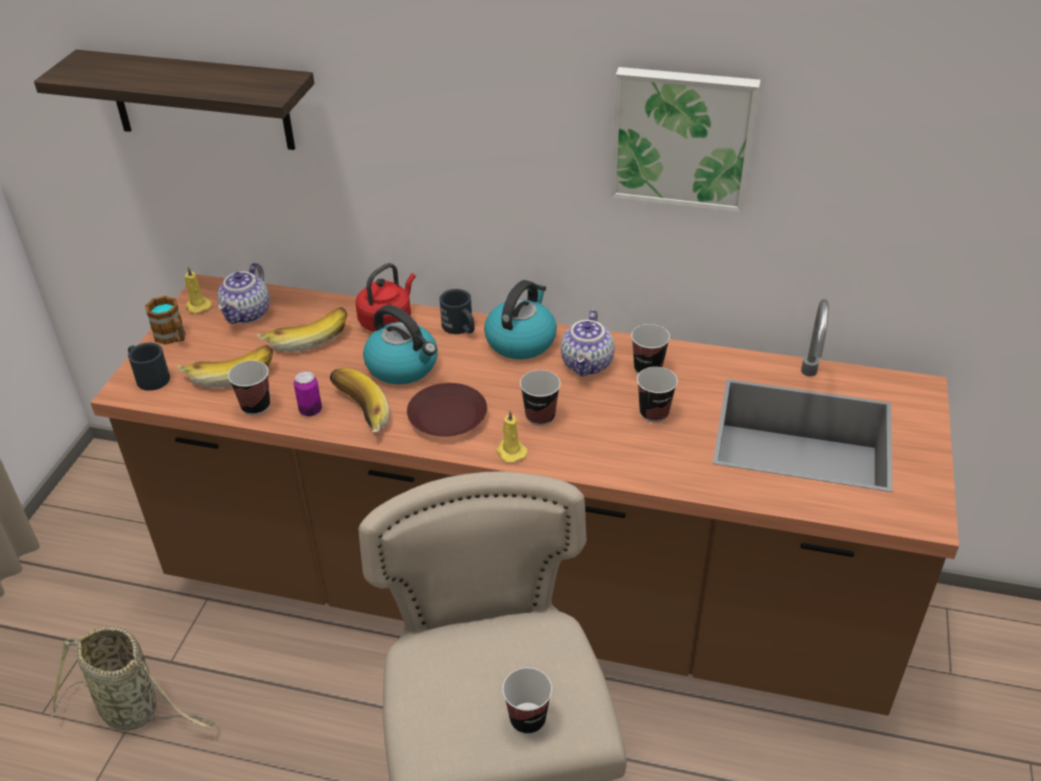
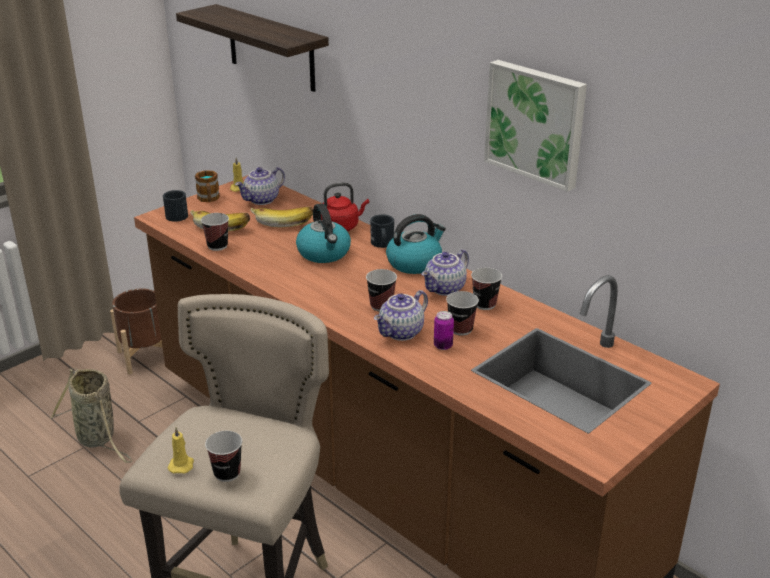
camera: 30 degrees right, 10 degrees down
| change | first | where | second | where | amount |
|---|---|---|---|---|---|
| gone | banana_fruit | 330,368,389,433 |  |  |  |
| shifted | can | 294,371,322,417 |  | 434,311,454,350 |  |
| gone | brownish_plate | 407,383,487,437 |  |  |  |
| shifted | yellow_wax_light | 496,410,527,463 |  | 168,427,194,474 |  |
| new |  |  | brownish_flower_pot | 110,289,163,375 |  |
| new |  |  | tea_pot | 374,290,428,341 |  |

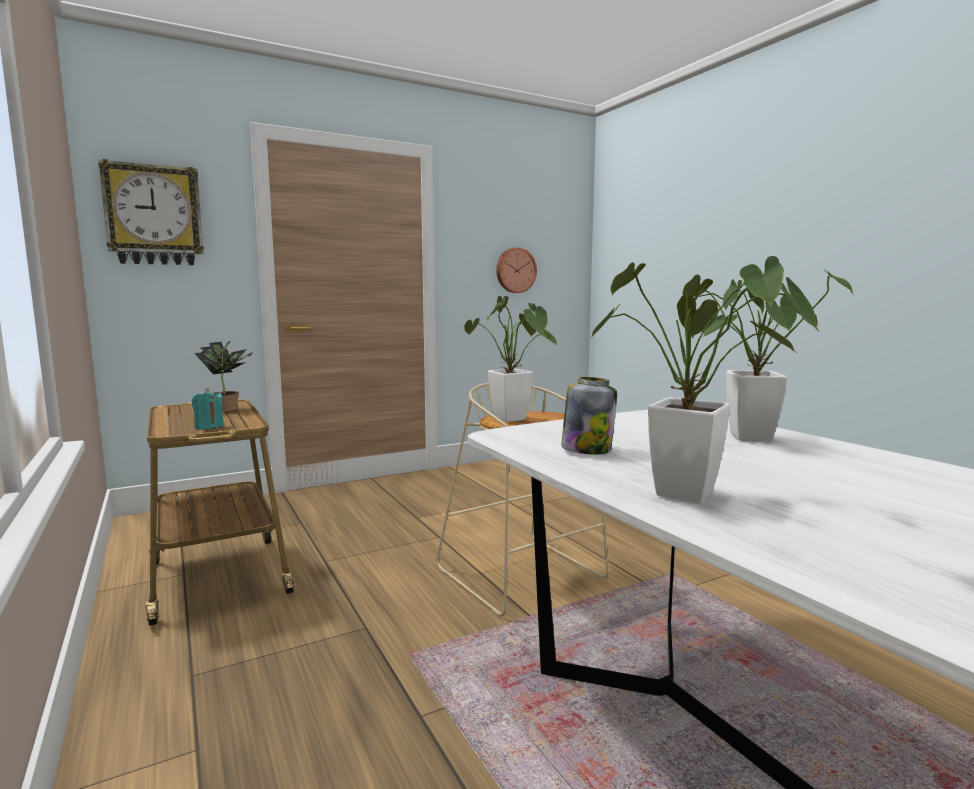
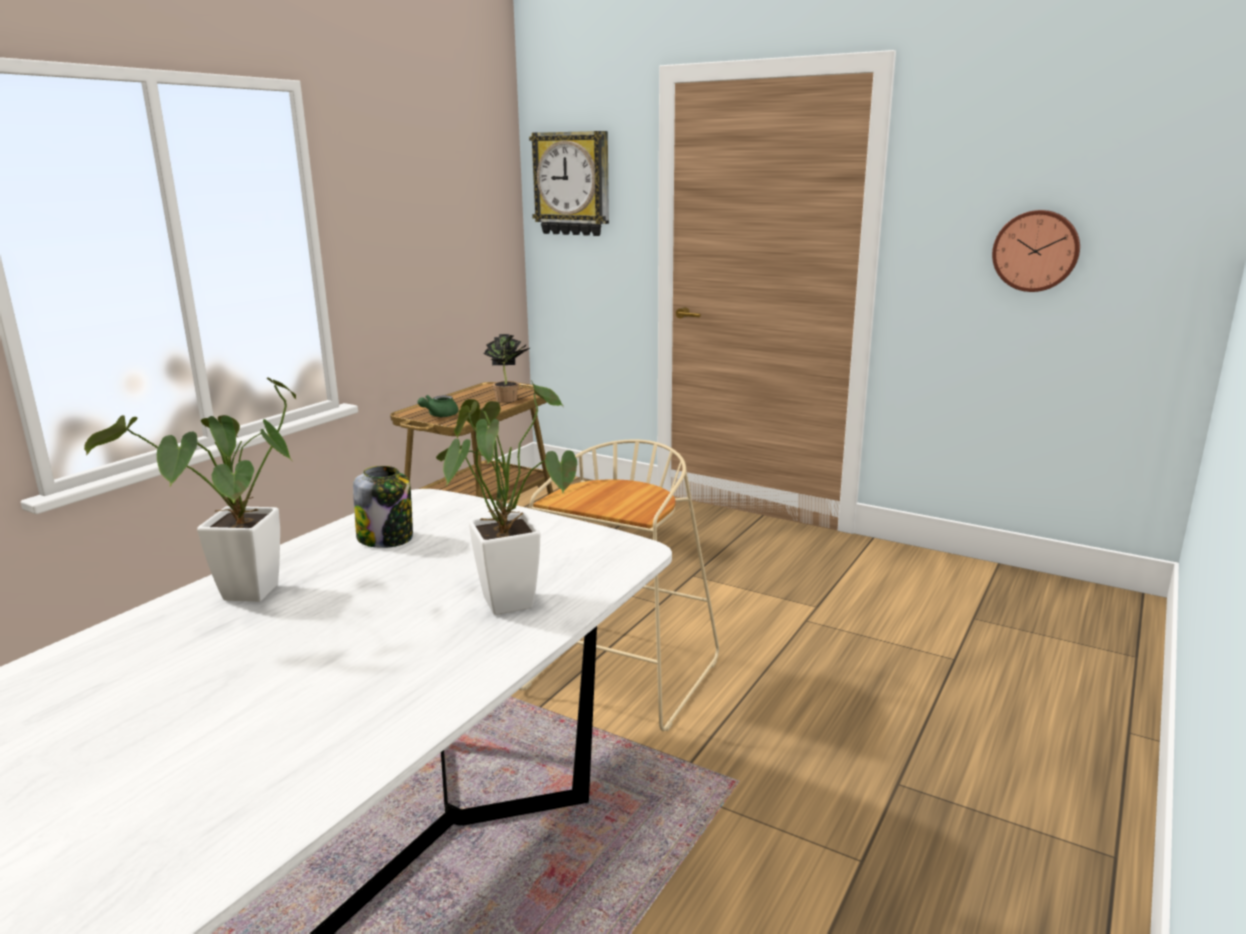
camera: 60 degrees right, 10 degrees up
| change | first | where | second | where | amount |
|---|---|---|---|---|---|
| gone | potted_plant | 465,296,558,422 |  |  |  |
| swapped | turquoise_wax_light | 192,388,224,430 | green-coloured_tea_pot | 418,395,459,417 |  |

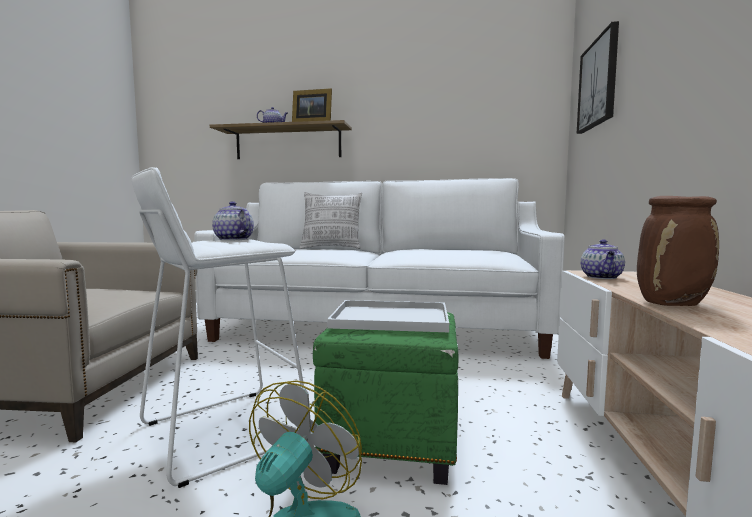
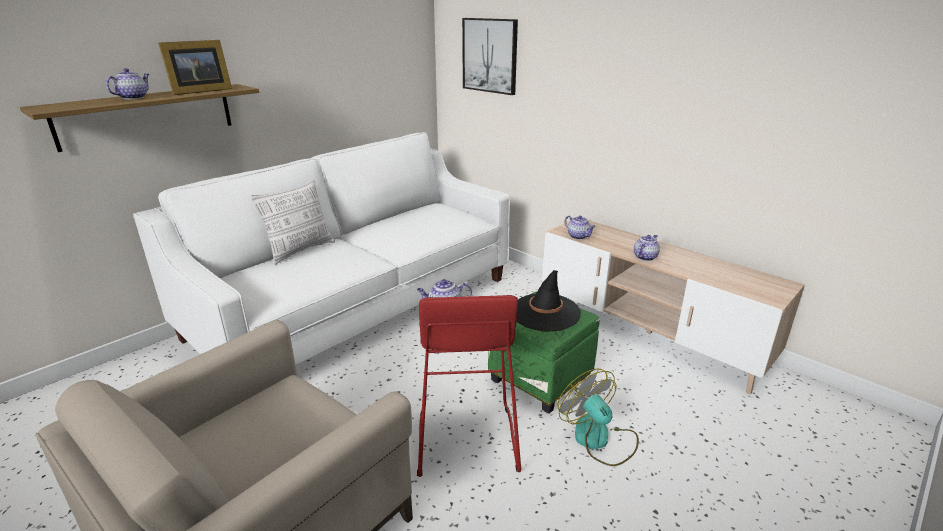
camera: 55 degrees left, 20 degrees up
| change | first | where | second | where | amount |
|---|---|---|---|---|---|
| repainted | whitish_sitting_stool | 132,167,304,488 | red-coloured_sitting_stool | 417,295,521,477 |  |
| swapped | brownish_decorative_vase | 637,196,719,306 | tea_pot | 634,235,660,261 |  |
| swapped | whitish_tray | 327,300,449,332 | black_hat | 516,270,581,332 |  |

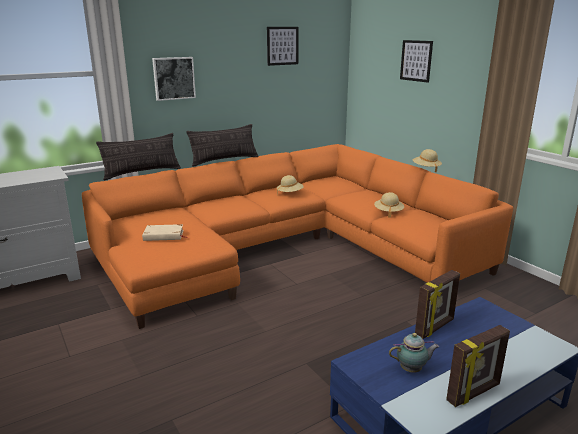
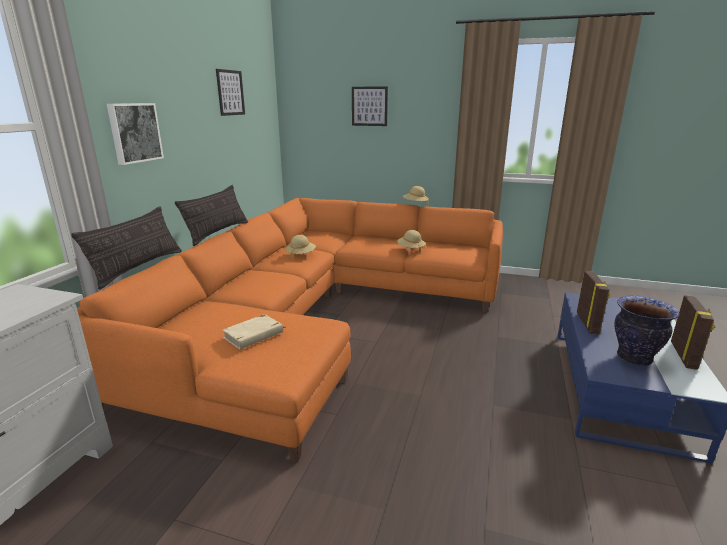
camera: 40 degrees left, 0 degrees up
| change | first | where | second | where | amount |
|---|---|---|---|---|---|
| swapped | tea_pot | 389,333,439,373 | decorative_vase | 614,296,680,366 |  |

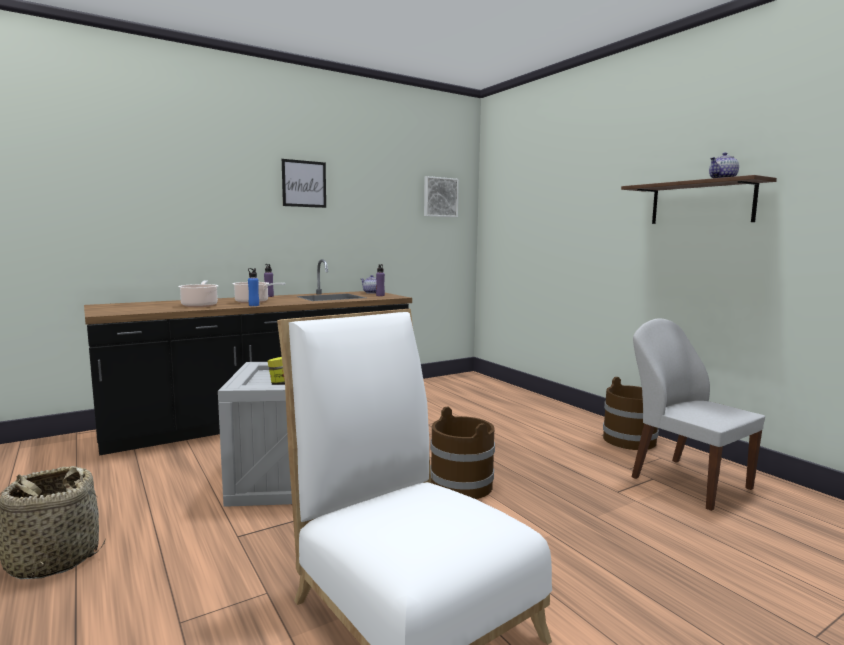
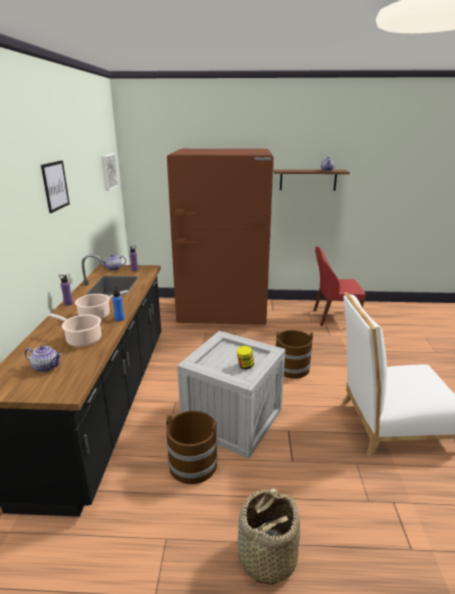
camera: 55 degrees left, 15 degrees up
| change | first | where | second | where | amount |
|---|---|---|---|---|---|
| repainted | whitish_chair | 631,318,765,511 | red-coloured_chair | 314,246,366,326 |  |
| shifted | brownish_pail | 603,377,659,450 |  | 166,411,218,484 |  |
| new |  |  | brownish_fridge | 167,149,274,325 |  |
| new |  |  | tea_pot | 25,346,62,372 |  |

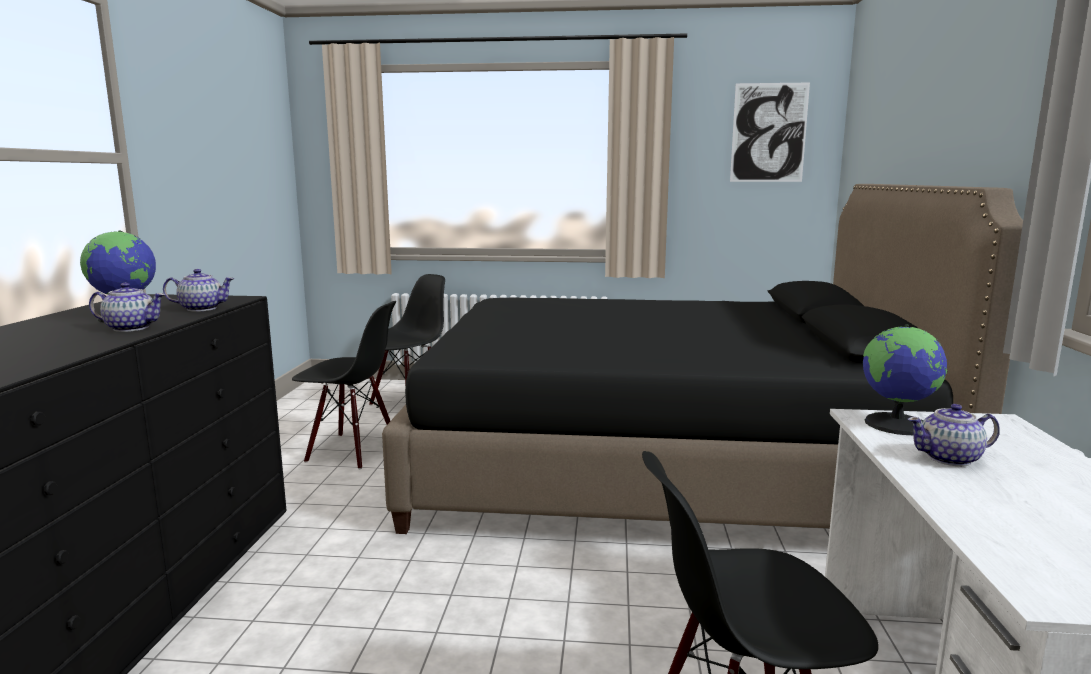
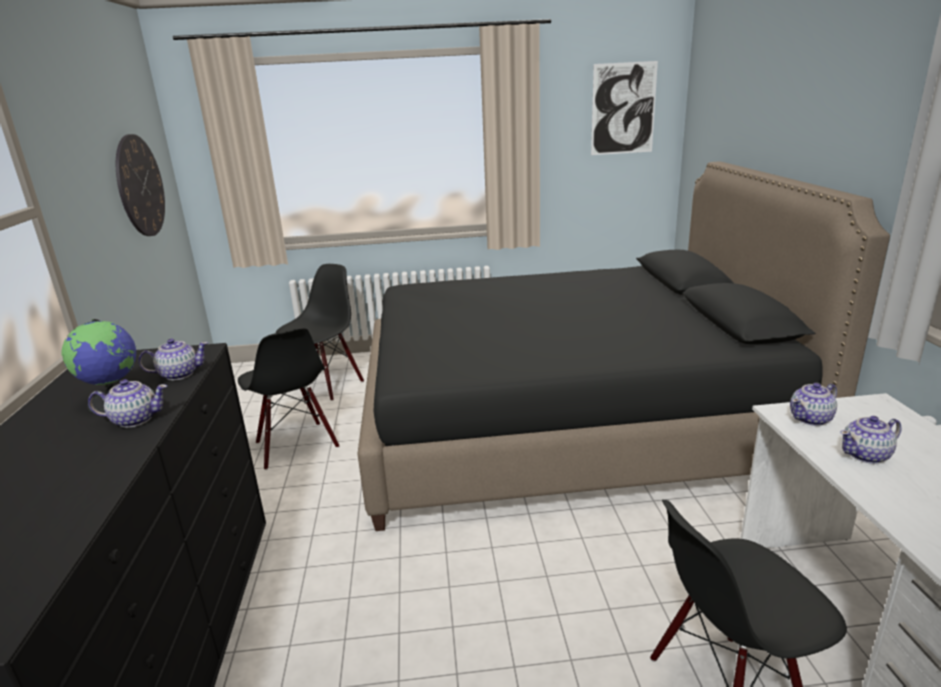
camera: 10 degrees left, 10 degrees up
| change | first | where | second | where | amount |
|---|---|---|---|---|---|
| rotated | black_chair | 292,301,396,469 |  | 238,328,339,470 | 60 degrees clockwise |
| swapped | desk_globe | 863,324,948,435 | tea_pot | 790,383,837,426 |  |
| new |  |  | hanging_clock | 116,134,165,236 |  |

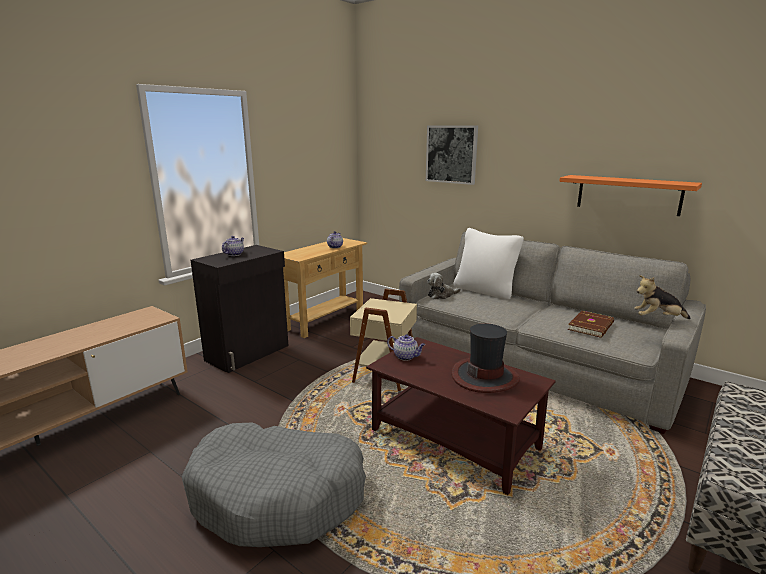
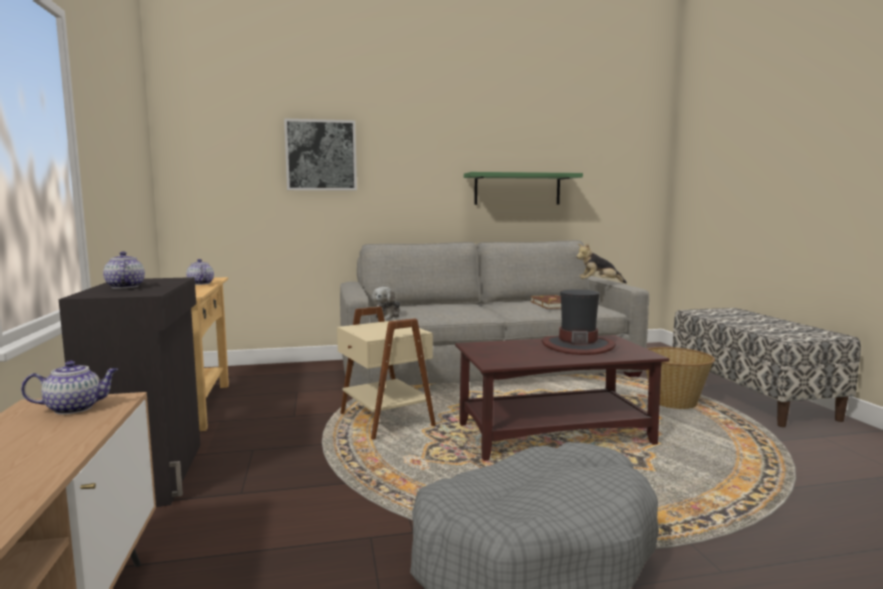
camera: 50 degrees left, 10 degrees down
| change | first | where | second | where | amount |
|---|---|---|---|---|---|
| repainted | orangey_bracket_shelf | 559,175,702,216 | green-coloured_bracket_shelf | 464,172,583,205 |  |
| gone | whitish_cushion | 454,228,524,299 |  |  |  |
| rotated | cuddly_toy | 634,275,691,319 |  | 576,243,627,283 | 45 degrees clockwise |
| shifted | tea_pot | 387,335,425,361 |  | 21,361,118,414 |  |
| new |  |  | household_basket | 646,347,715,409 |  |

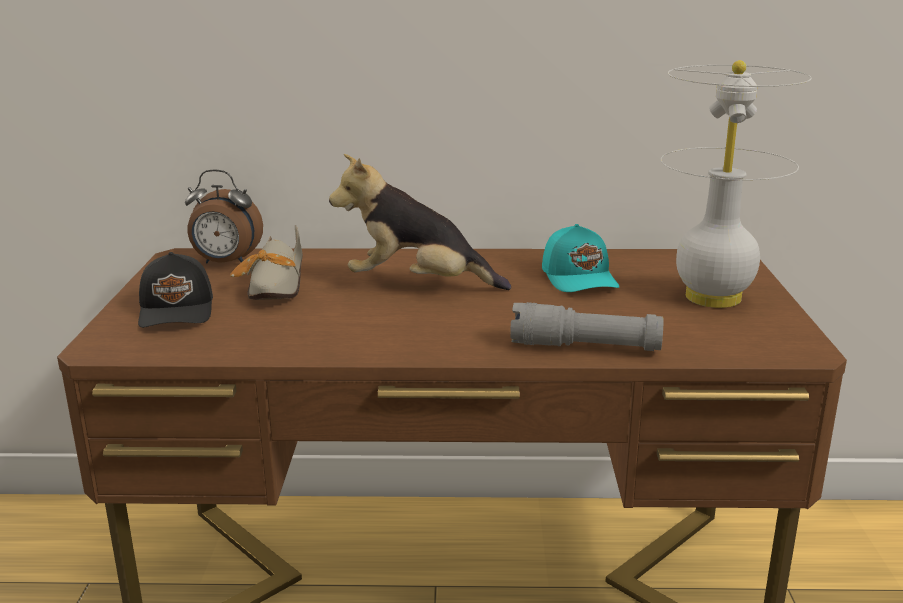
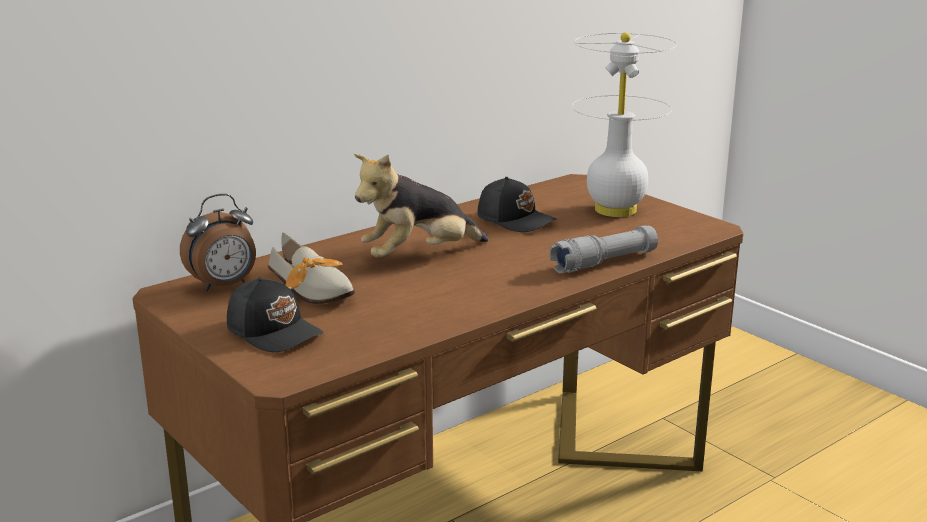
camera: 40 degrees left, 0 degrees up
| change | first | where | second | where | amount |
|---|---|---|---|---|---|
| repainted | turquoise_peaked_cap | 542,224,619,292 | black_peaked_cap | 477,177,557,232 |  |

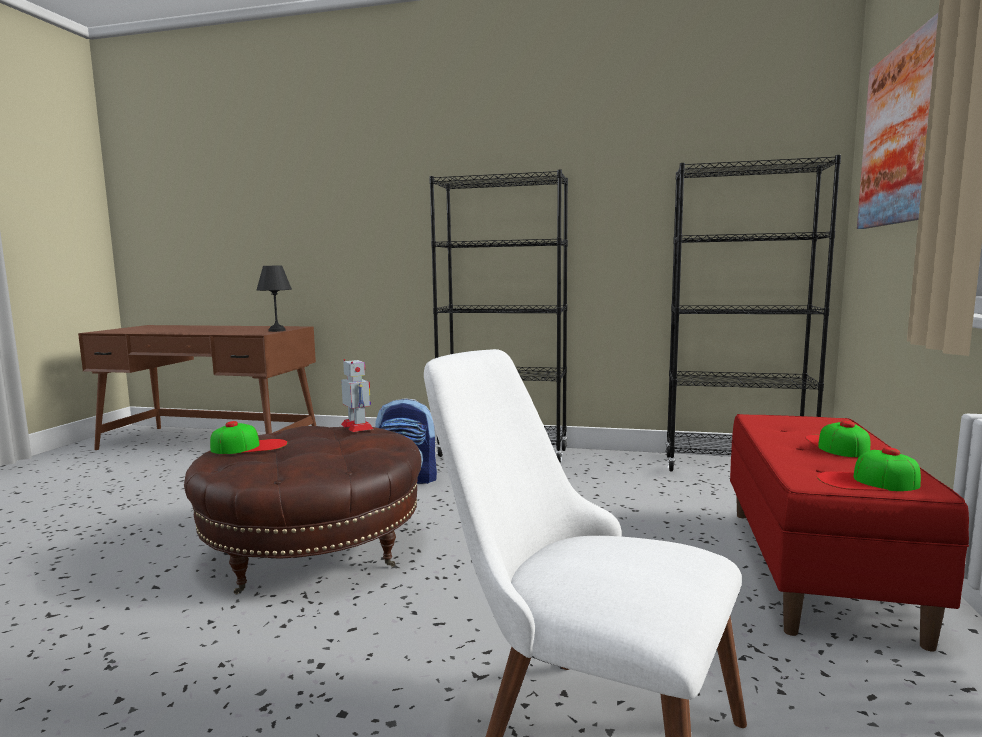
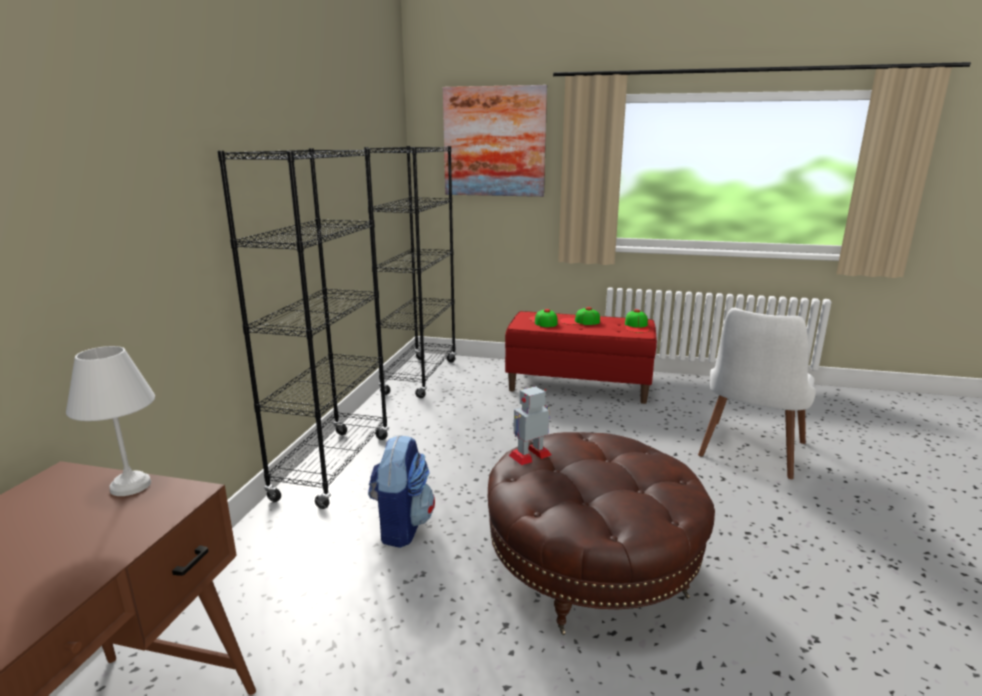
camera: 90 degrees left, 10 degrees up
| change | first | where | second | where | amount |
|---|---|---|---|---|---|
| repainted | black_lamp_for_a_table | 257,266,292,332 | whitish_lamp_for_a_table | 66,346,155,496 |  |
| shifted | peaked_cap | 210,421,288,454 |  | 529,309,558,327 |  |

